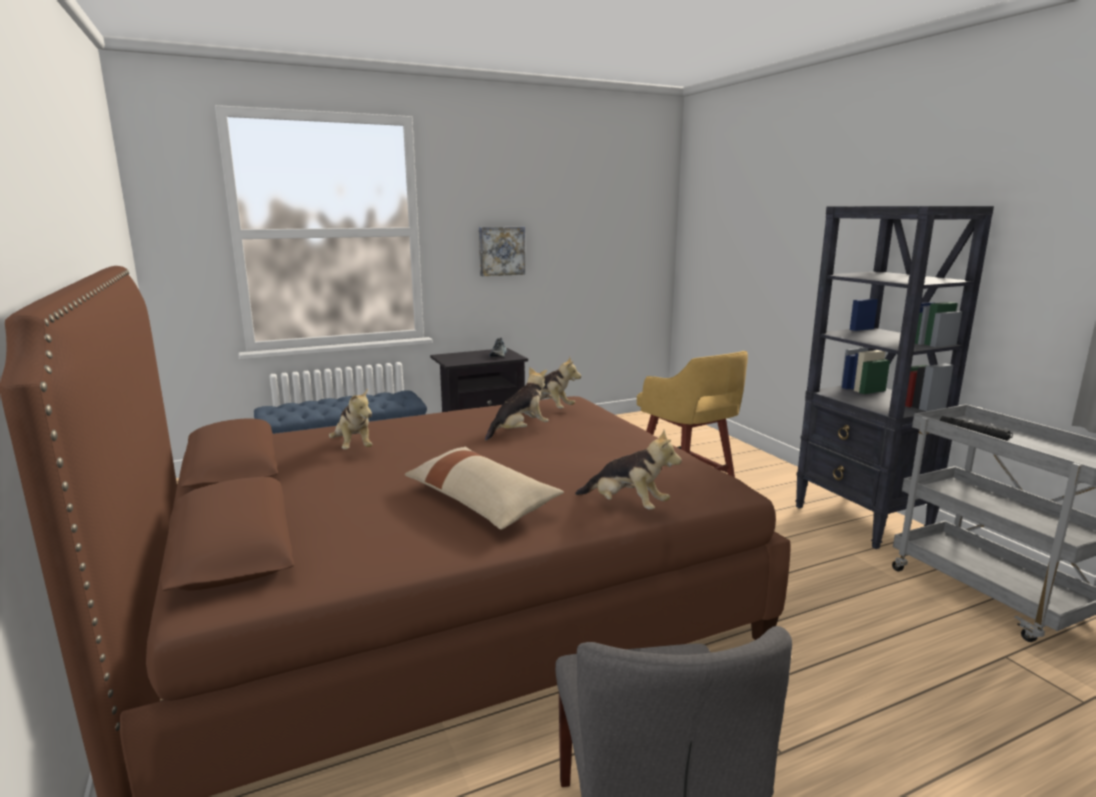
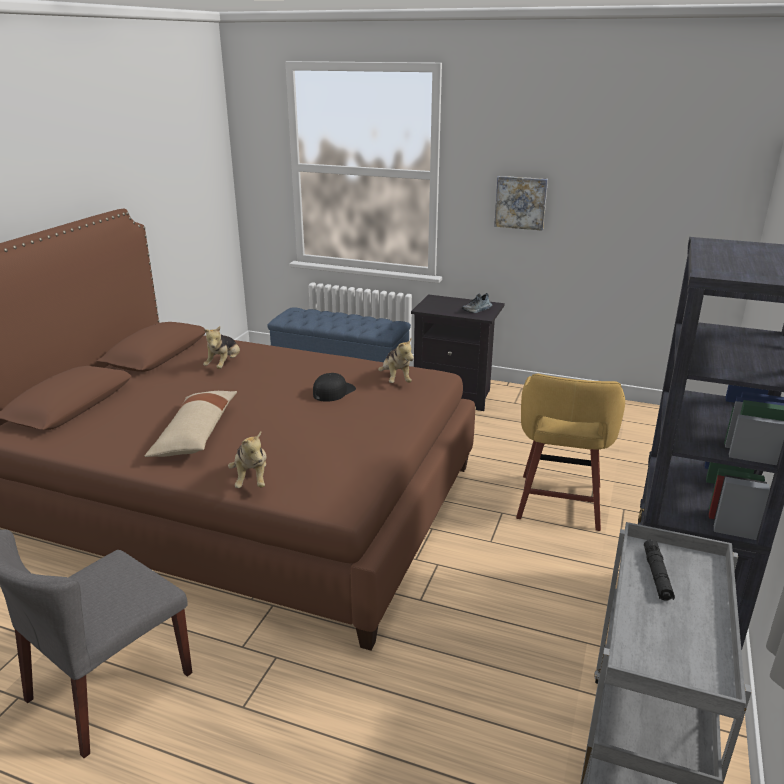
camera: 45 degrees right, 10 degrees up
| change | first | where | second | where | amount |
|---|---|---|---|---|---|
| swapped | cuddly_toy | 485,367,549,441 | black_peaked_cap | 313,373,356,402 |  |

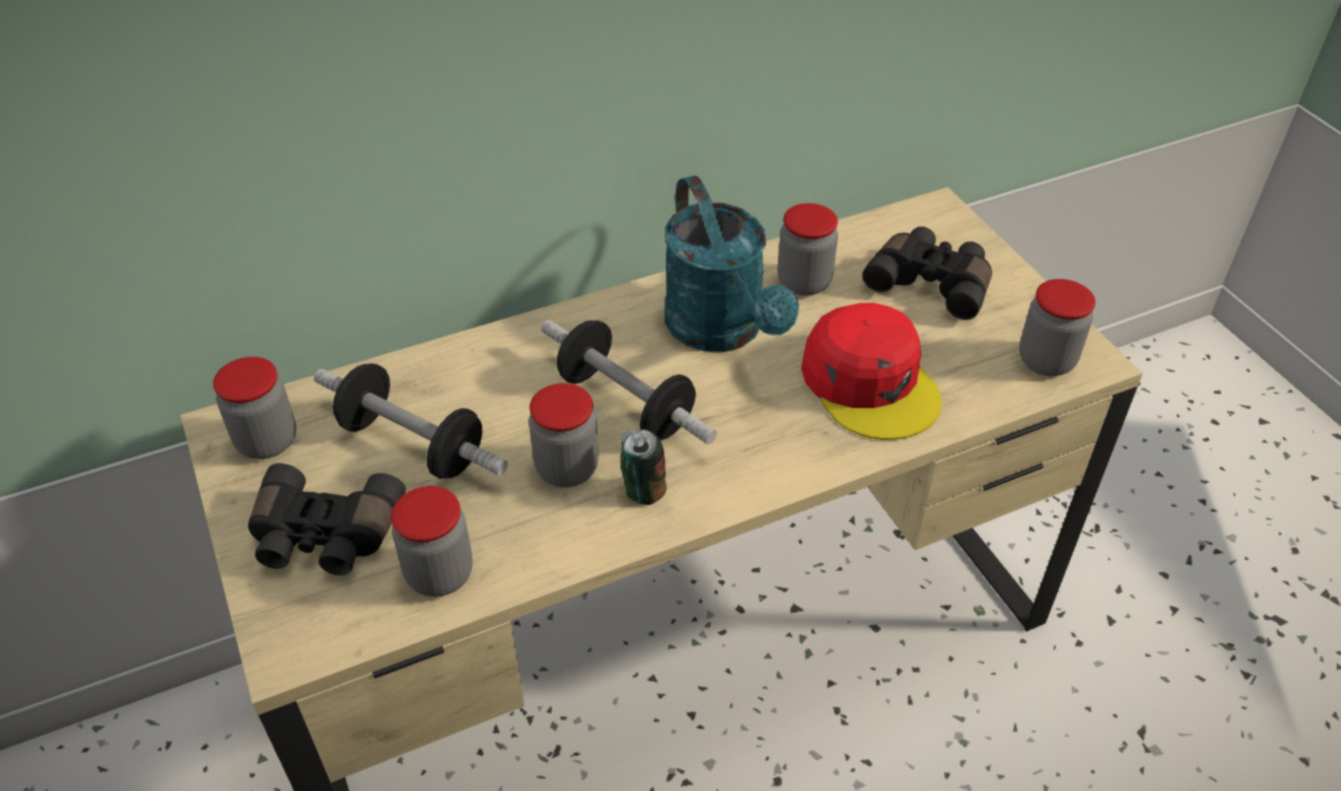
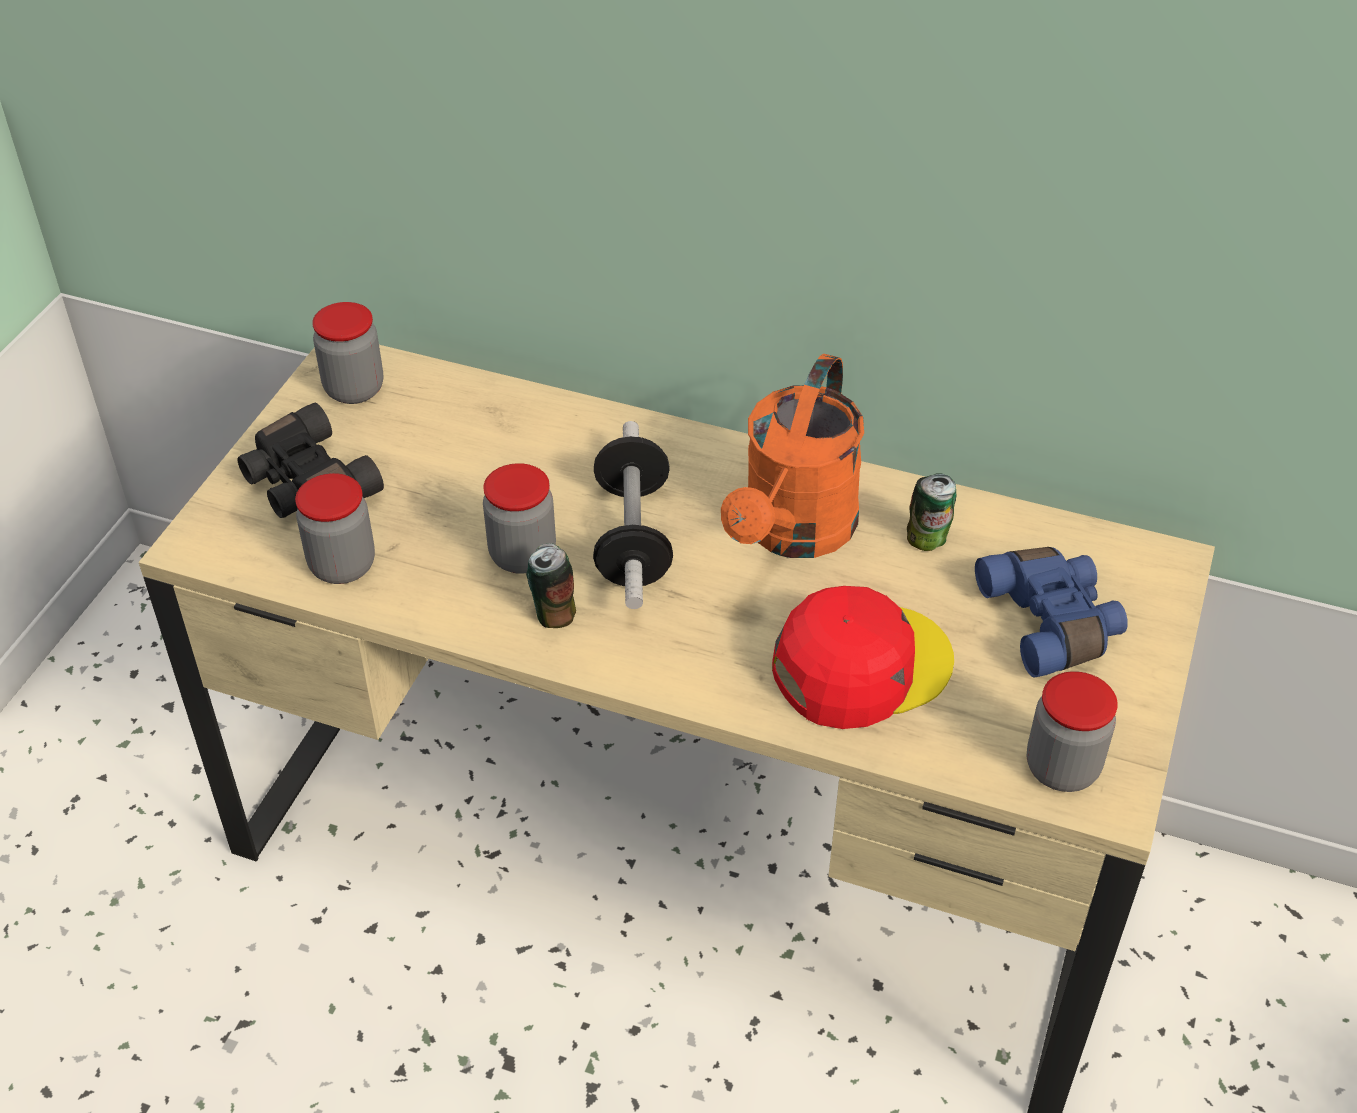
camera: 45 degrees right, 0 degrees up
| change | first | where | second | where | amount |
|---|---|---|---|---|---|
| repainted | turquoise_watering_can | 665,176,799,352 | orangey_watering_can | 721,354,864,558 |  |
| swapped | preserve_jar | 778,203,838,296 | can | 907,473,957,551 |  |
| repainted | black_field_glasses | 862,226,992,320 | bluish_field_glasses | 975,547,1128,677 |  |
| rotated | red-coloured_peaked_cap | 801,303,942,440 |  | 772,586,954,729 | 135 degrees counterclockwise |
| gone | hand_weight | 314,363,508,479 |  |  |  |

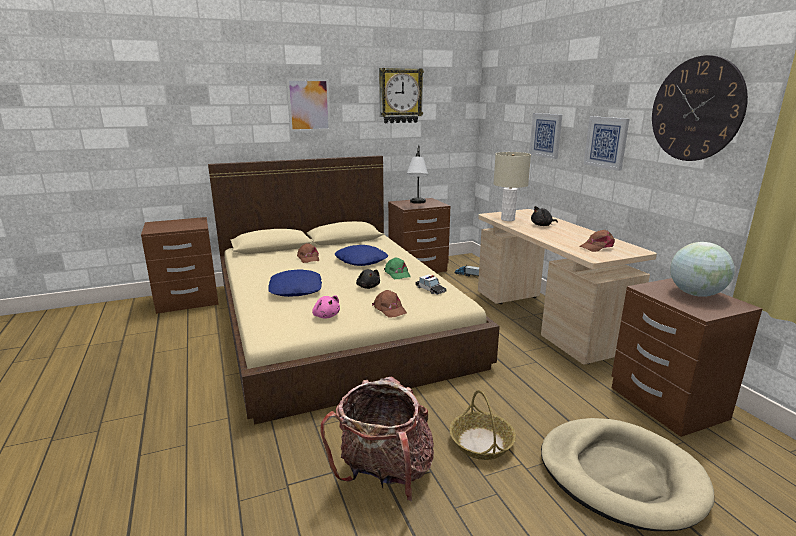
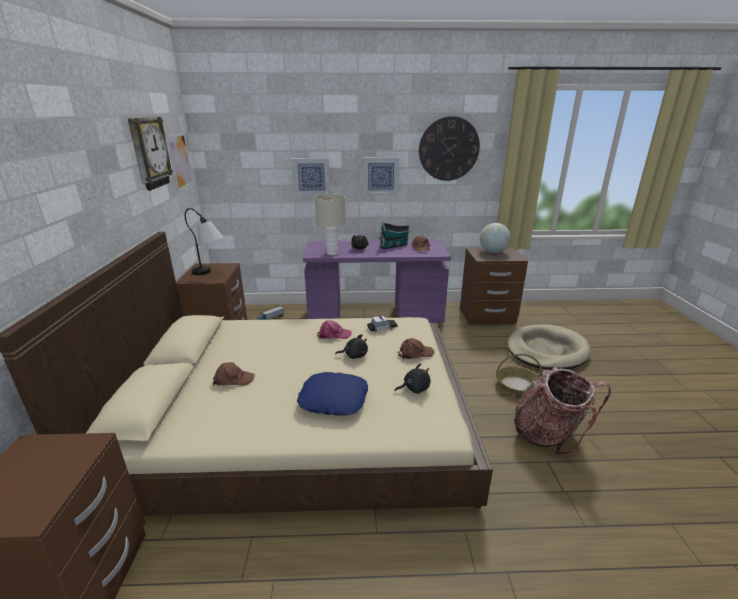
camera: 70 degrees left, 5 degrees up
| change | first | where | second | where | amount |
|---|---|---|---|---|---|
| shifted | wall_art | 286,78,331,132 |  | 166,133,194,191 |  |
| repainted | sand-coloured_desk_unit | 478,209,657,364 | purple_desk_unit | 303,240,451,323 |  |
| gone | bluish_cushion | 335,245,388,266 |  |  |  |
| repainted | green-coloured_peaked_cap | 384,257,411,279 | pink_peaked_cap | 317,320,352,339 |  |
| repainted | pink_cuddly_toy | 312,295,340,318 | black_cuddly_toy | 394,363,431,394 |  |
| new |  |  | miniature_house | 379,223,410,250 |  |

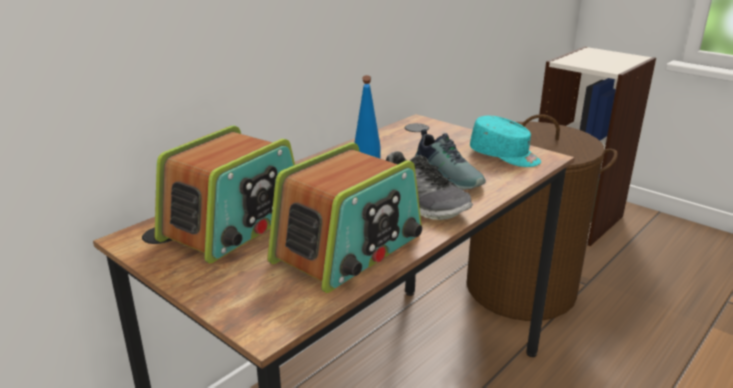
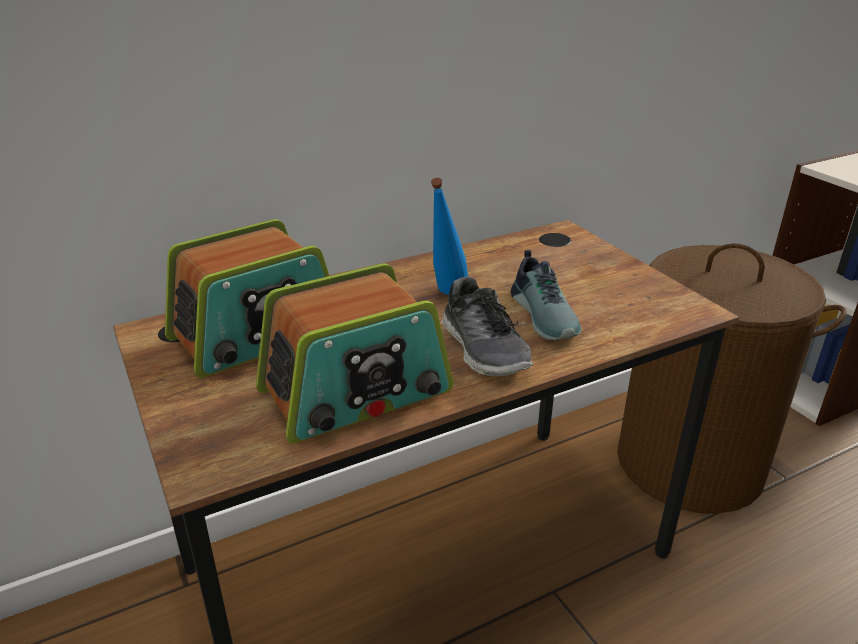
camera: 20 degrees right, 5 degrees up
| change | first | where | second | where | amount |
|---|---|---|---|---|---|
| gone | turquoise_peaked_cap | 470,116,541,167 |  |  |  |

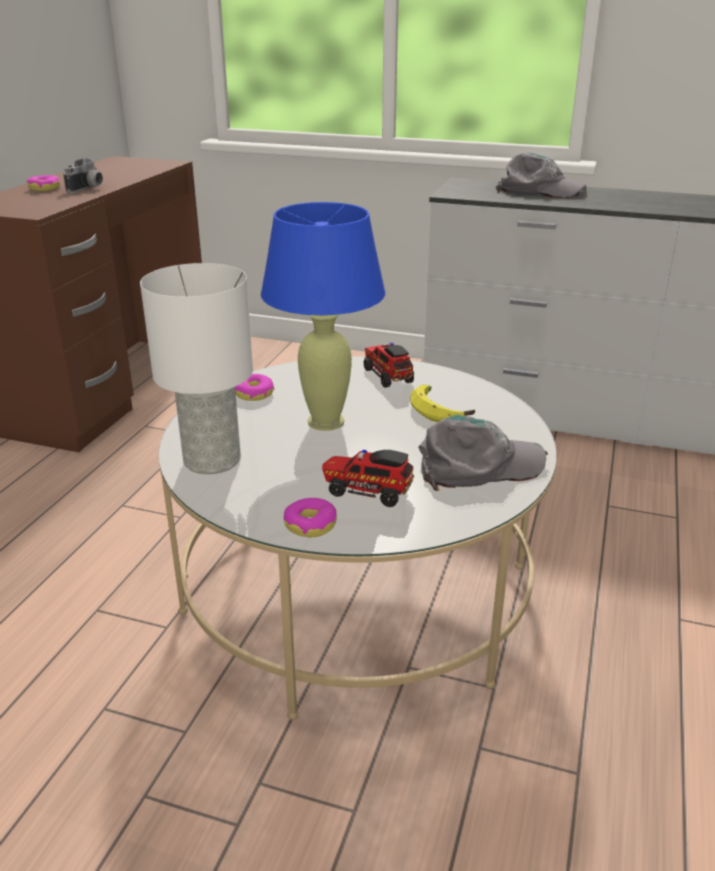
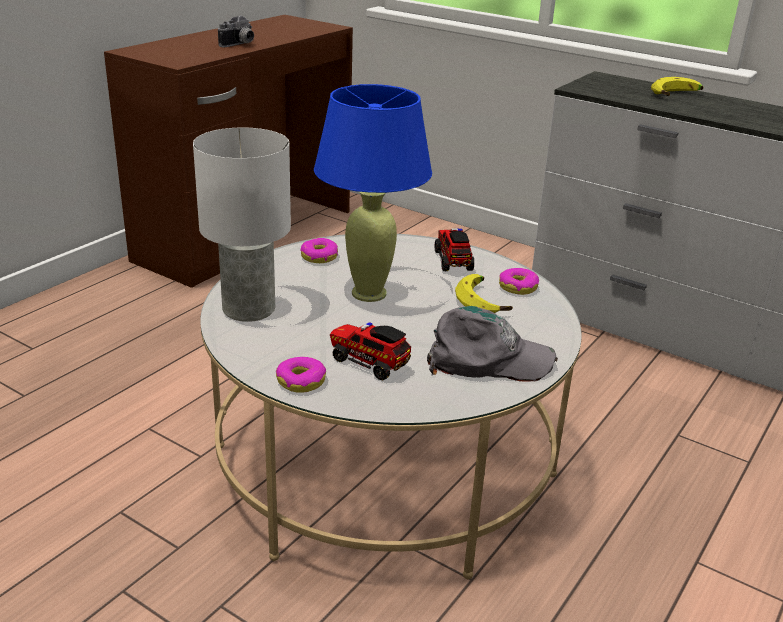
camera: 15 degrees right, 0 degrees up
| change | first | where | second | where | amount |
|---|---|---|---|---|---|
| swapped | grey_peaked_cap | 496,153,587,198 | banana_fruit | 651,77,703,96 |  |
| shifted | donut | 27,175,60,191 |  | 499,268,539,295 |  |

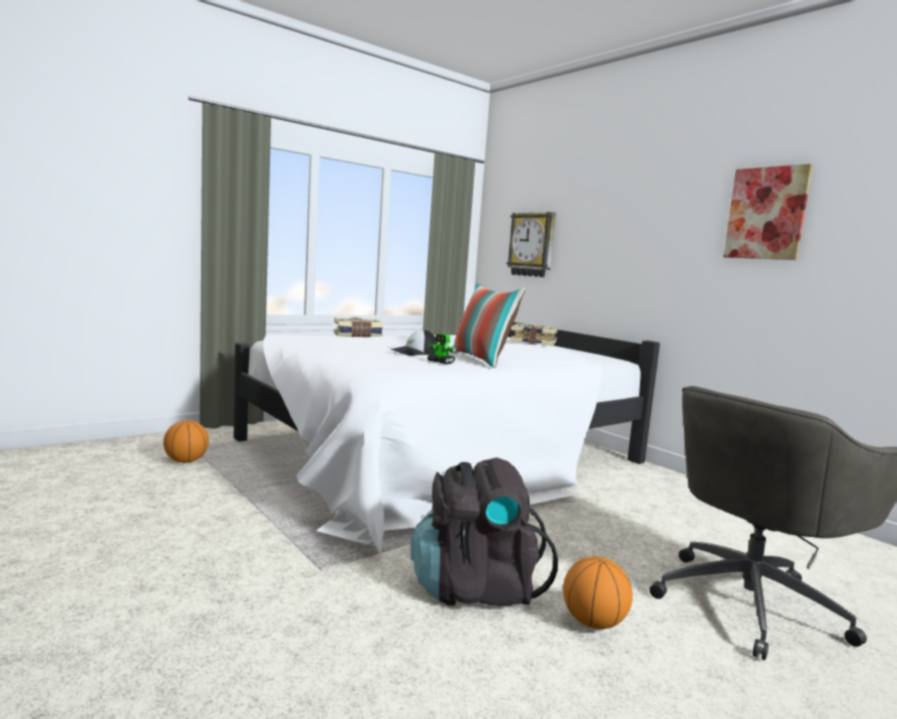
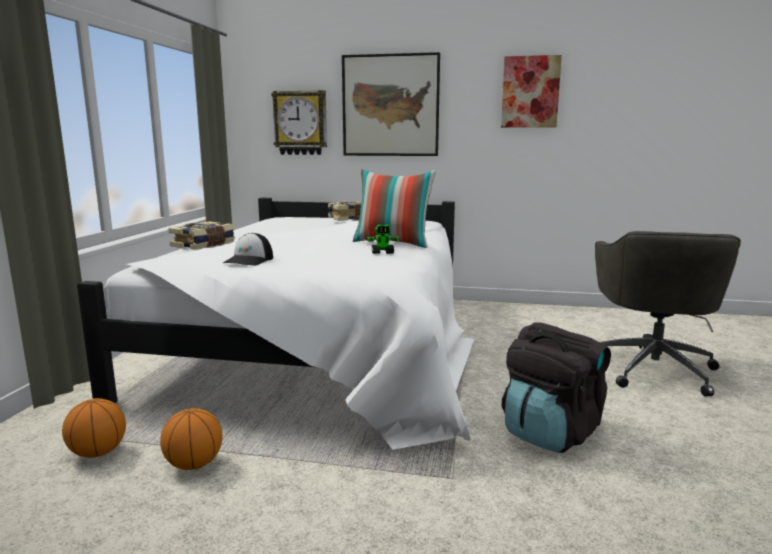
camera: 40 degrees left, 5 degrees up
| change | first | where | second | where | amount |
|---|---|---|---|---|---|
| shifted | peaked_cap | 390,329,438,356 |  | 223,233,273,266 |  |
| shifted | basketball | 563,556,633,629 |  | 160,408,223,470 |  |
| new |  |  | wall_art | 342,52,440,156 |  |

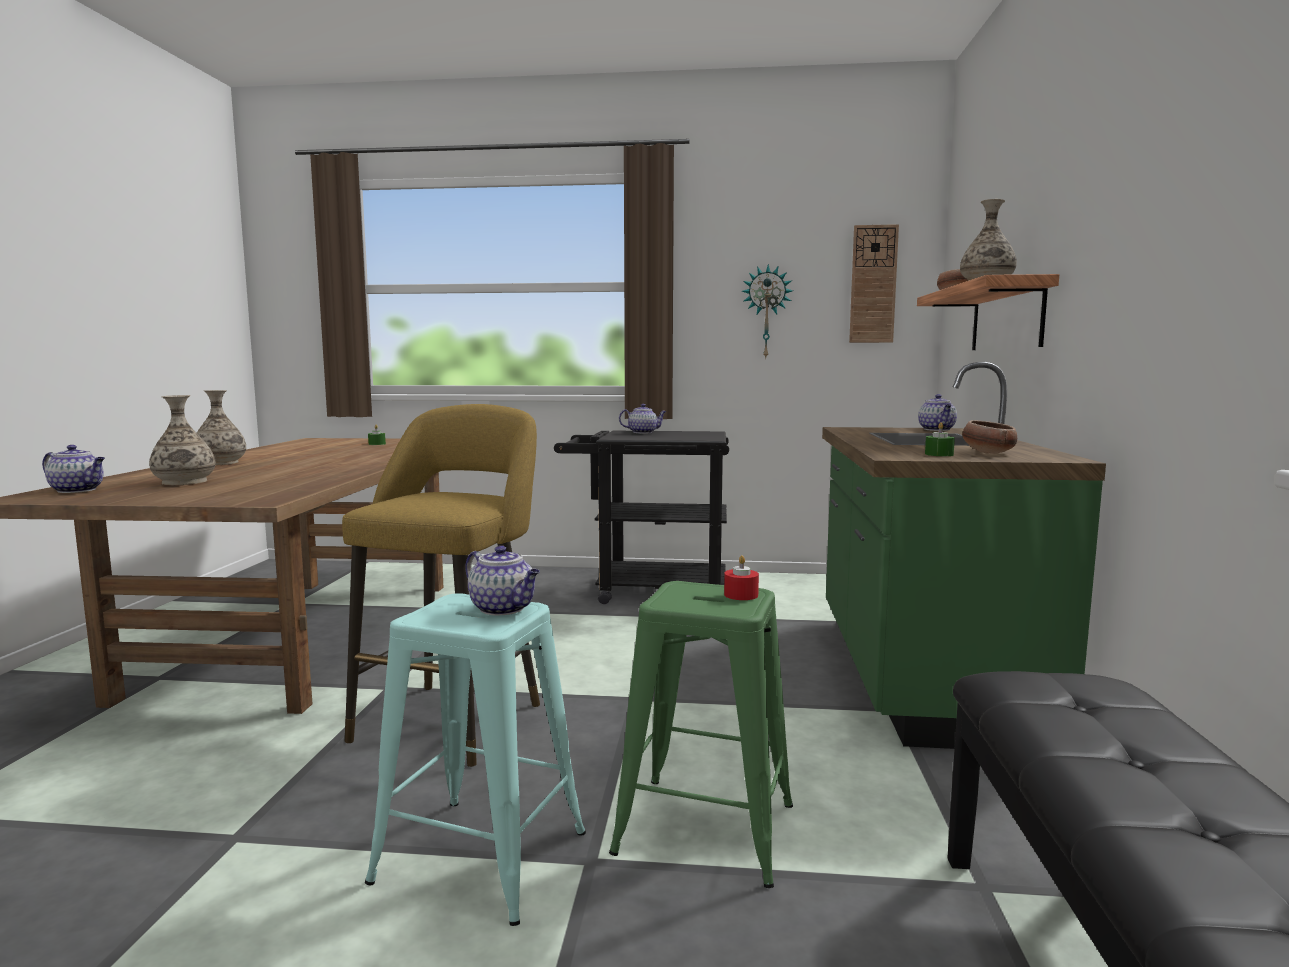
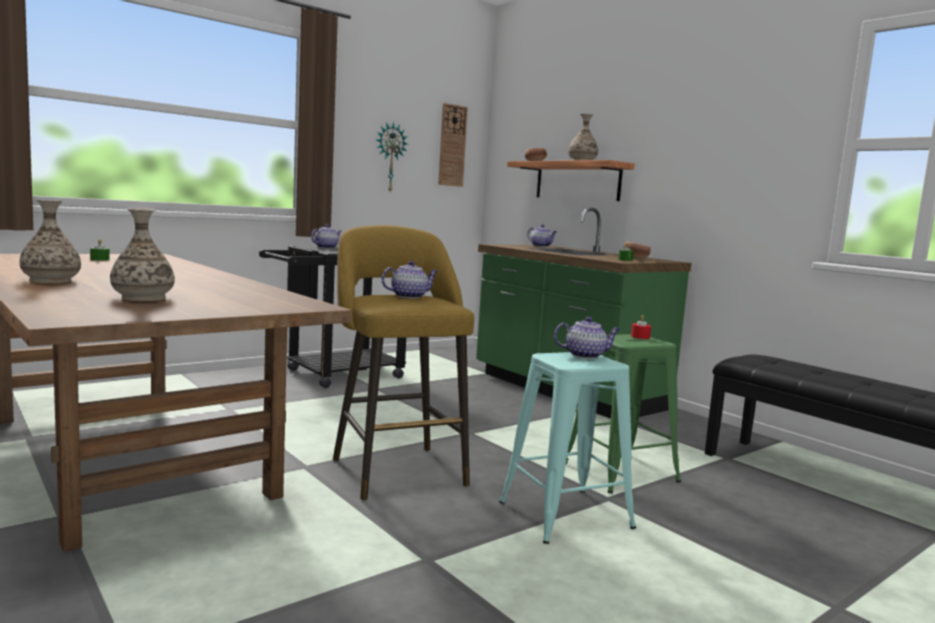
camera: 45 degrees left, 0 degrees up
| change | first | where | second | where | amount |
|---|---|---|---|---|---|
| shifted | tea_pot | 42,445,105,493 |  | 381,261,437,298 |  |

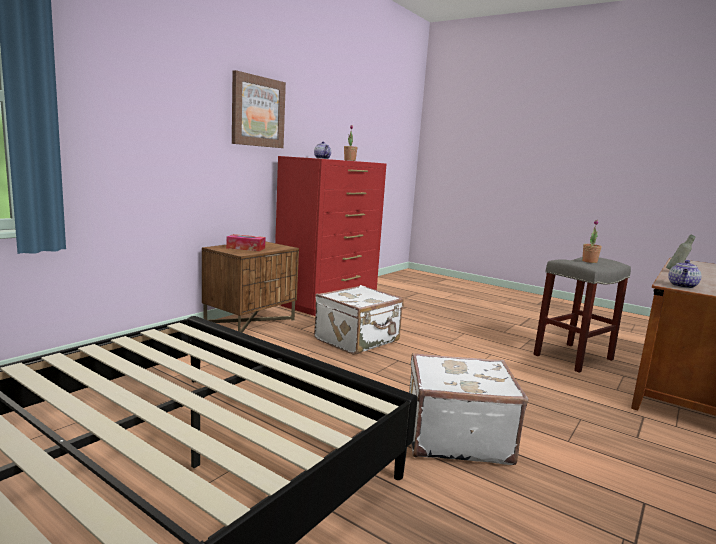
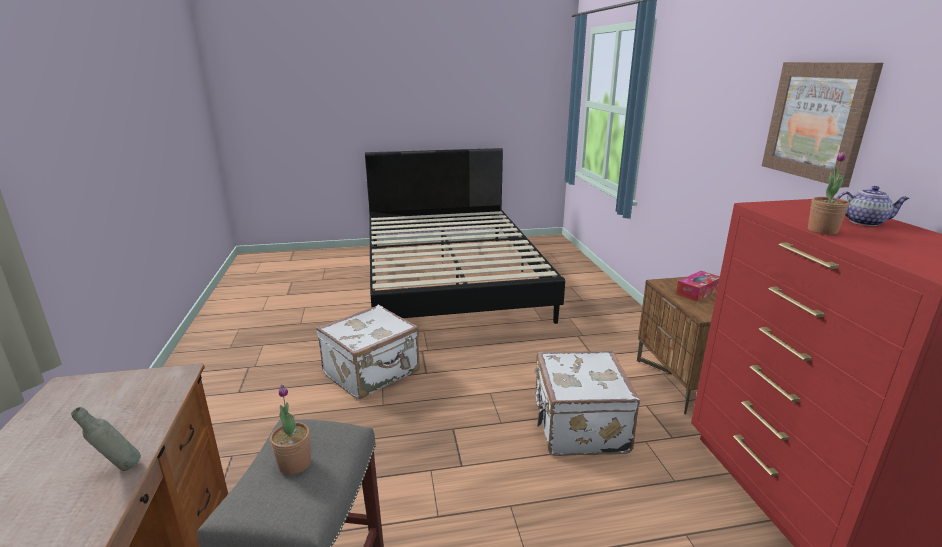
camera: 135 degrees right, 10 degrees up
| change | first | where | second | where | amount |
|---|---|---|---|---|---|
| gone | tea_pot | 668,260,701,288 |  |  |  |

